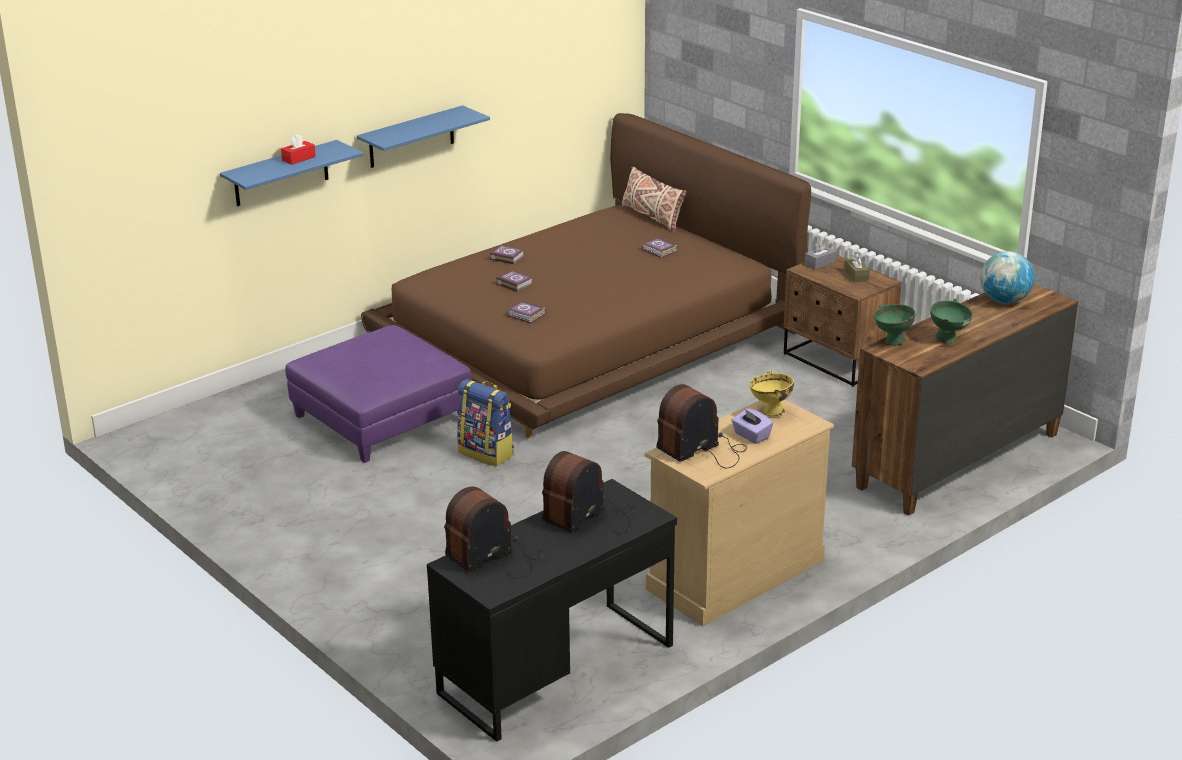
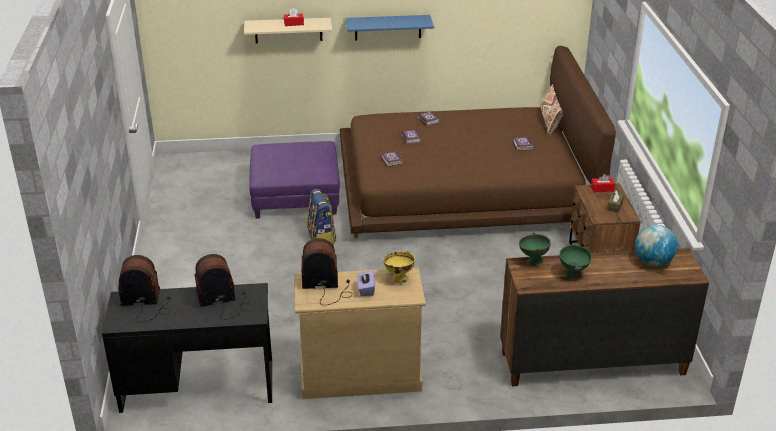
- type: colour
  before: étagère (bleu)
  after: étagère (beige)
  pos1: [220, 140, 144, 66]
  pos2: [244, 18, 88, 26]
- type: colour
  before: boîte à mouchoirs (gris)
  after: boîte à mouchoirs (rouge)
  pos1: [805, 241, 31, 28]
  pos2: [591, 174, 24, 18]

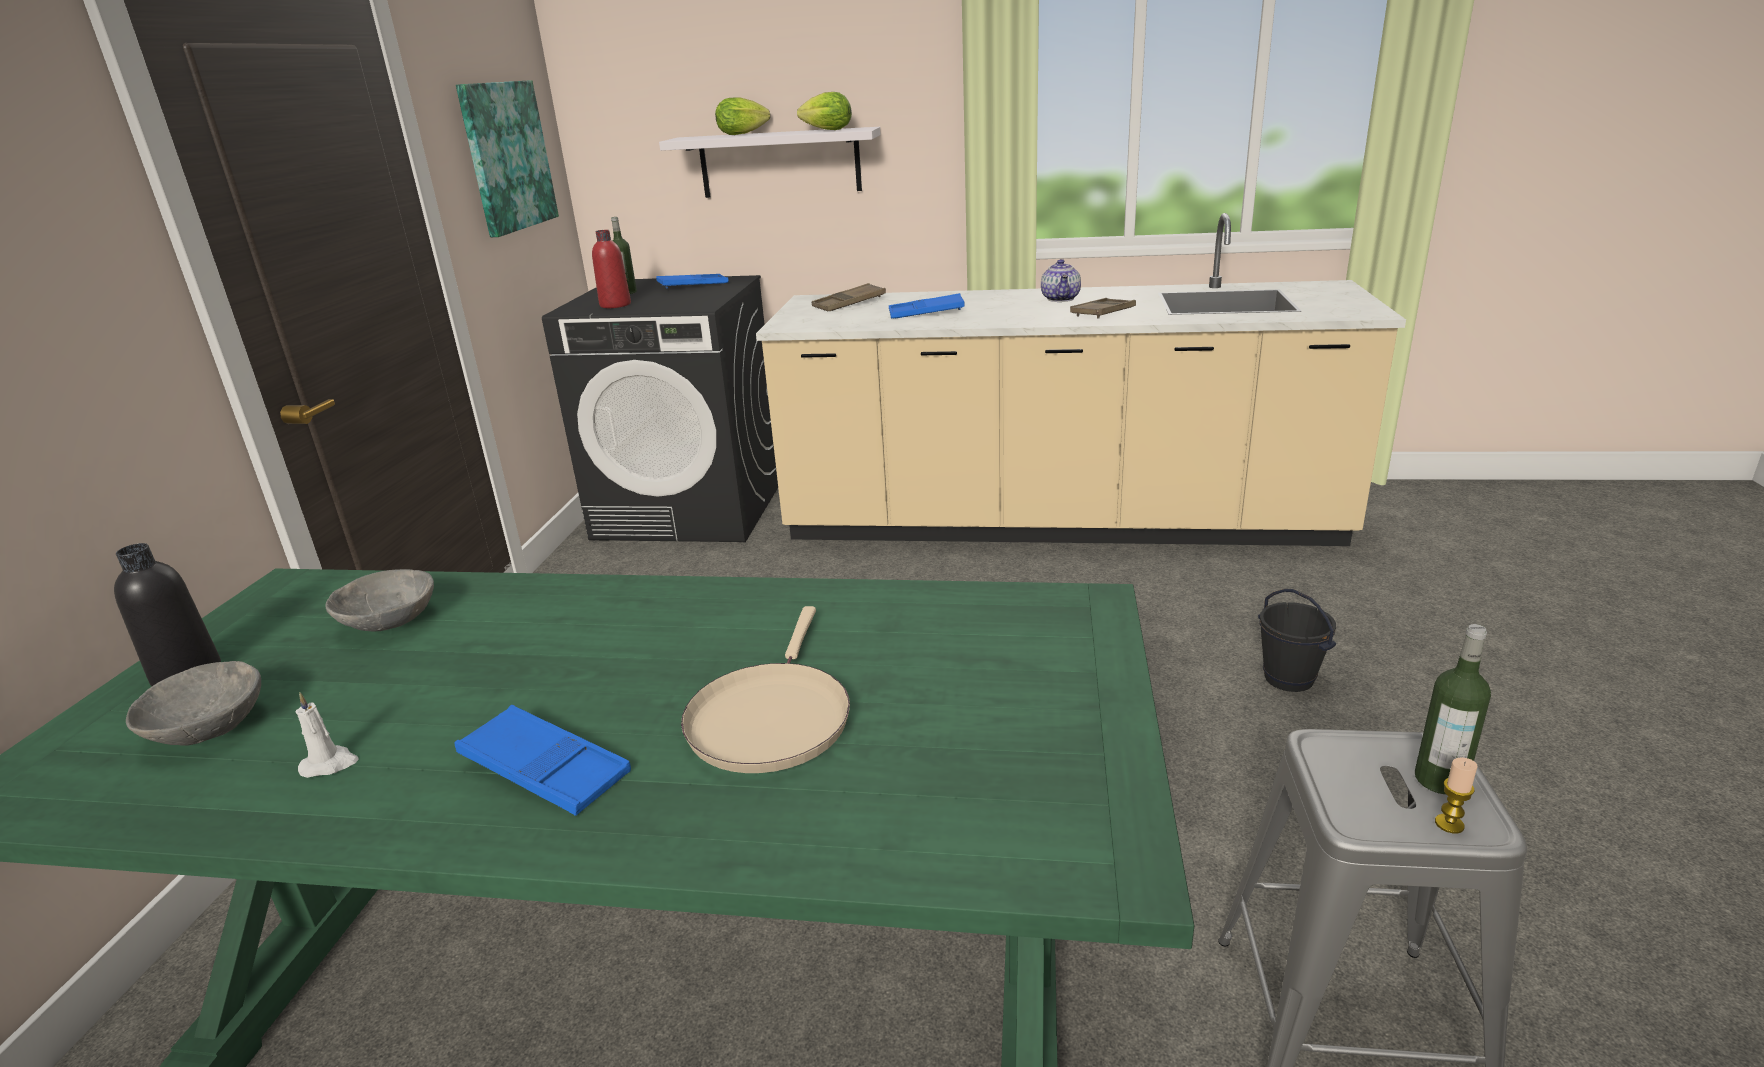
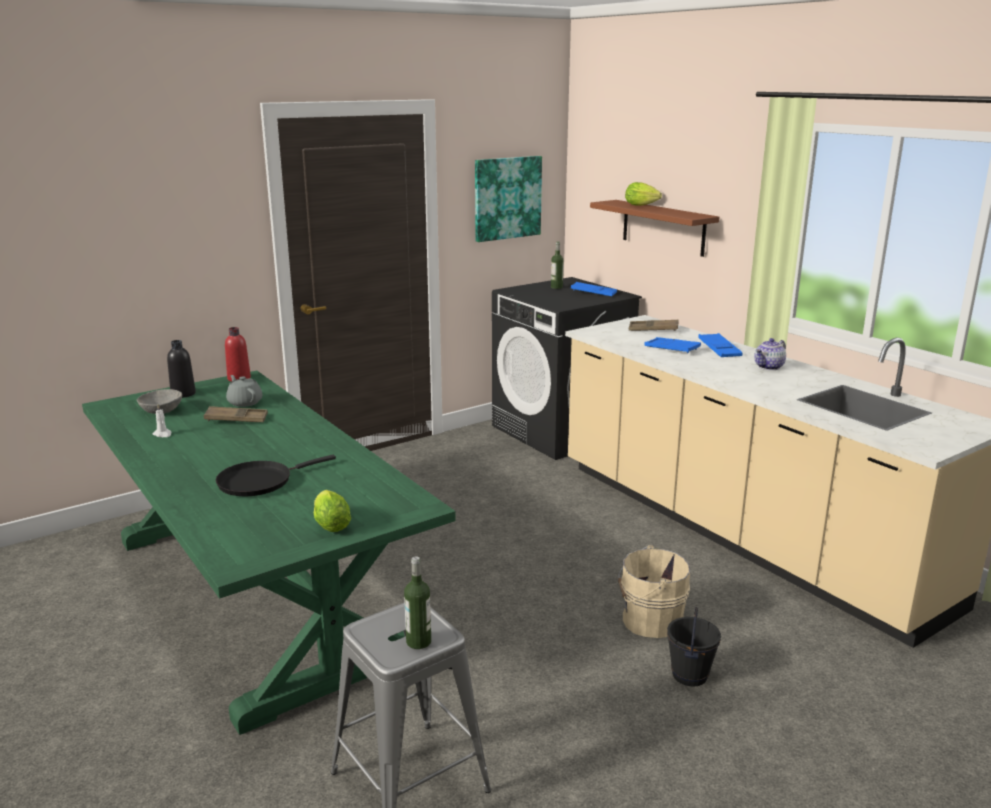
- type: relocated
  before: plateau (marron)
  pos1: [1070, 298, 66, 20]
  pos2: [204, 406, 64, 16]
- type: colour
  before: poêle (beige)
  after: poêle (noir)
  pos1: [681, 606, 169, 167]
  pos2: [216, 455, 120, 41]
- type: relocated
  before: bouteille (rouge)
  pos1: [592, 230, 39, 78]
  pos2: [225, 327, 26, 55]
- type: exchanged
  before: bol (gris)
  after: théière (gris)
  pos1: [325, 569, 109, 62]
  pos2: [226, 375, 36, 32]
- type: relocated
  before: laitue
  pos1: [797, 92, 55, 38]
  pos2: [314, 490, 37, 42]
- type: colour
  before: étagère (blanc)
  after: étagère (marron)
  pos1: [659, 127, 222, 71]
  pos2: [590, 200, 129, 57]
- type: appeared
  after: seau (beige)
  pos2: [618, 545, 72, 93]
- type: relocated
  before: plateau (bleu)
  pos1: [454, 705, 177, 111]
  pos2: [698, 333, 45, 24]
- type: missing
  before: bougie
  pos1: [1435, 758, 42, 75]

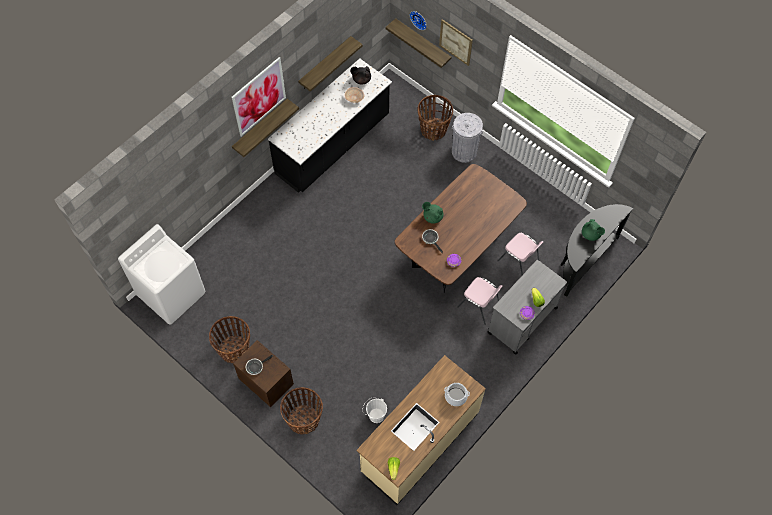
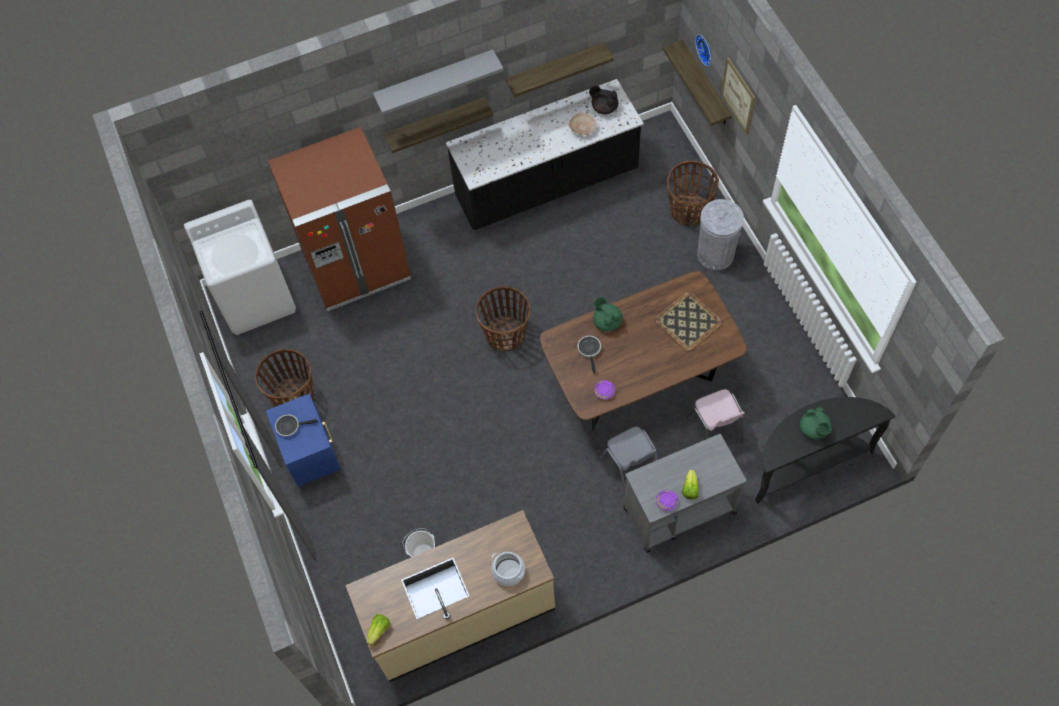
- type: colour
  before: table de chevet (marron)
  after: table de chevet (bleu)
  pos1: [233, 340, 61, 67]
  pos2: [266, 393, 75, 94]
- type: appeared
  after: réfrigérateur (marron)
  pos2: [268, 127, 143, 184]
- type: exchanged
  before: tableau
  after: étagère (gris)
  pos1: [231, 57, 55, 79]
  pos2: [373, 49, 131, 66]
- type: relocated
  before: panier
  pos1: [280, 387, 43, 48]
  pos2: [476, 286, 54, 65]
- type: colour
  before: chaise (rose)
  after: chaise (gris)
  pos1: [457, 277, 45, 48]
  pos2: [600, 427, 57, 65]
- type: appeared
  after: plateau
  pos2: [654, 291, 69, 61]

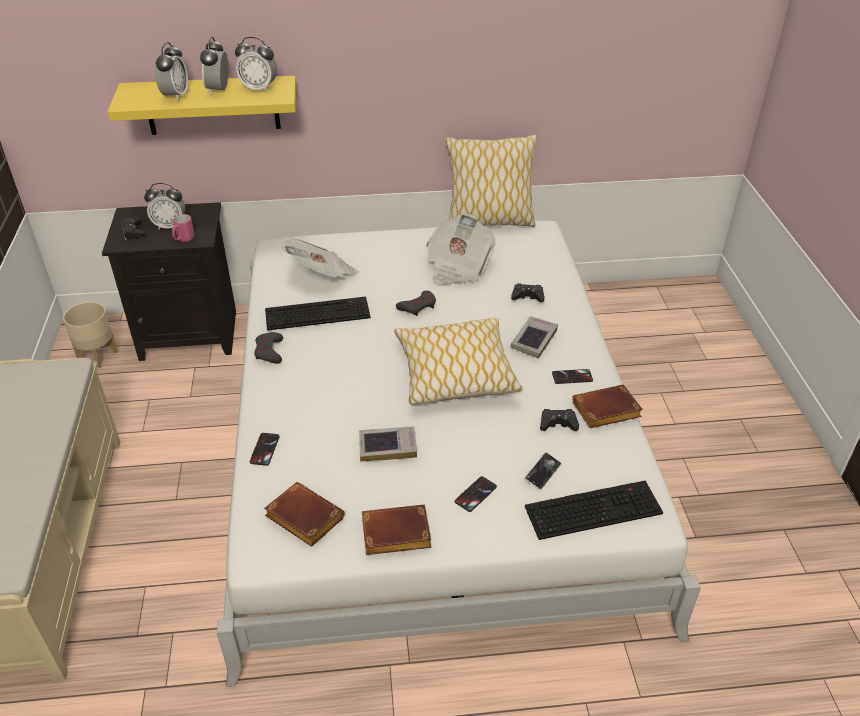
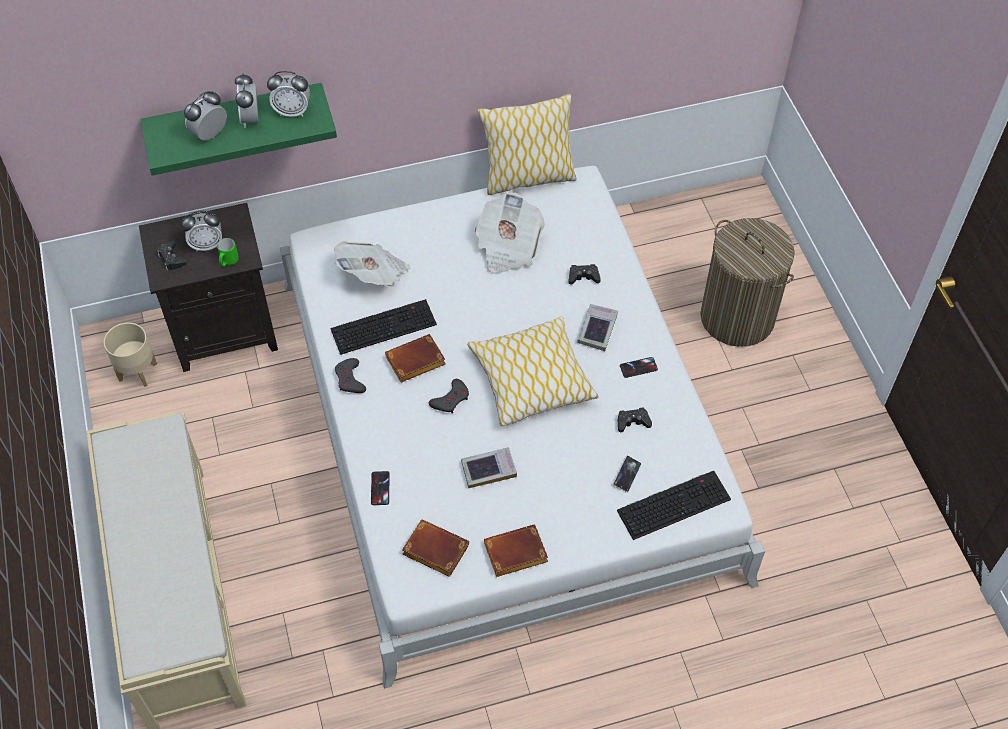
- type: colour
  before: étagère (jaune)
  after: étagère (vert)
  pos1: [107, 76, 189, 59]
  pos2: [140, 83, 197, 93]
- type: spun
  before: réveil
  pos1: [155, 42, 33, 59]
  pos2: [184, 91, 43, 49]
  turn: -135
- type: colour
  before: mug (rose)
  after: mug (vert)
  pos1: [172, 214, 23, 28]
  pos2: [217, 238, 22, 29]
- type: relocated
  before: livre (marron)
  pos1: [572, 385, 71, 43]
  pos2: [385, 334, 61, 49]
- type: relocated
  before: manette (gris)
  pos1: [396, 290, 40, 26]
  pos2: [429, 379, 40, 34]
- type: appeared
  after: panier à linge
  pos2: [700, 218, 95, 129]
- type: missing
  before: téléphone
  pos1: [455, 476, 42, 36]

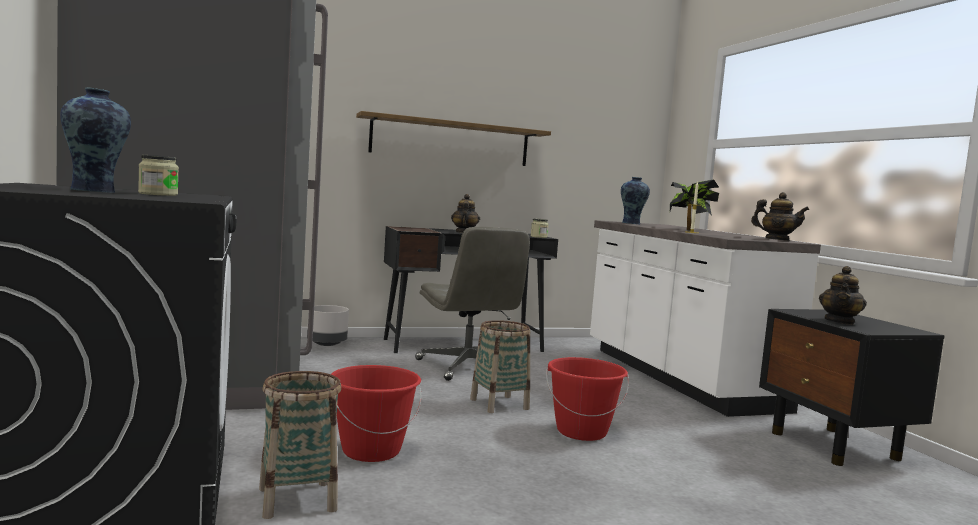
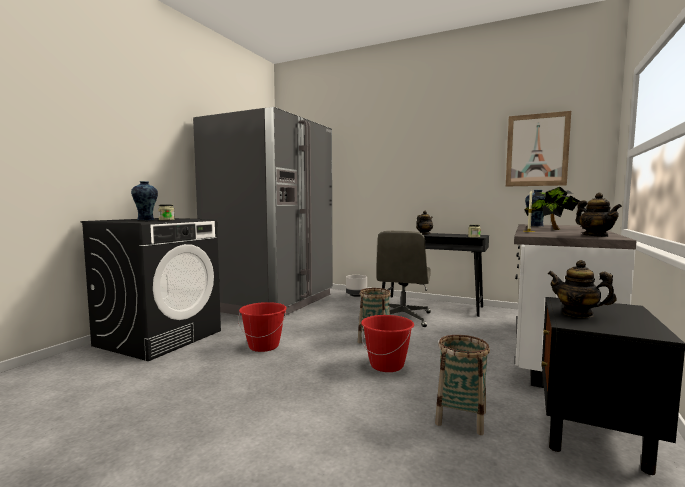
- type: relocated
  before: panier
  pos1: [259, 371, 82, 148]
  pos2: [435, 335, 55, 100]
- type: appeared
  after: tableau
  pos2: [506, 111, 65, 75]
- type: spun
  before: théière
  pos1: [819, 266, 48, 59]
  pos2: [548, 260, 68, 58]
  turn: 60
- type: missing
  before: étagère
  pos1: [356, 111, 195, 55]

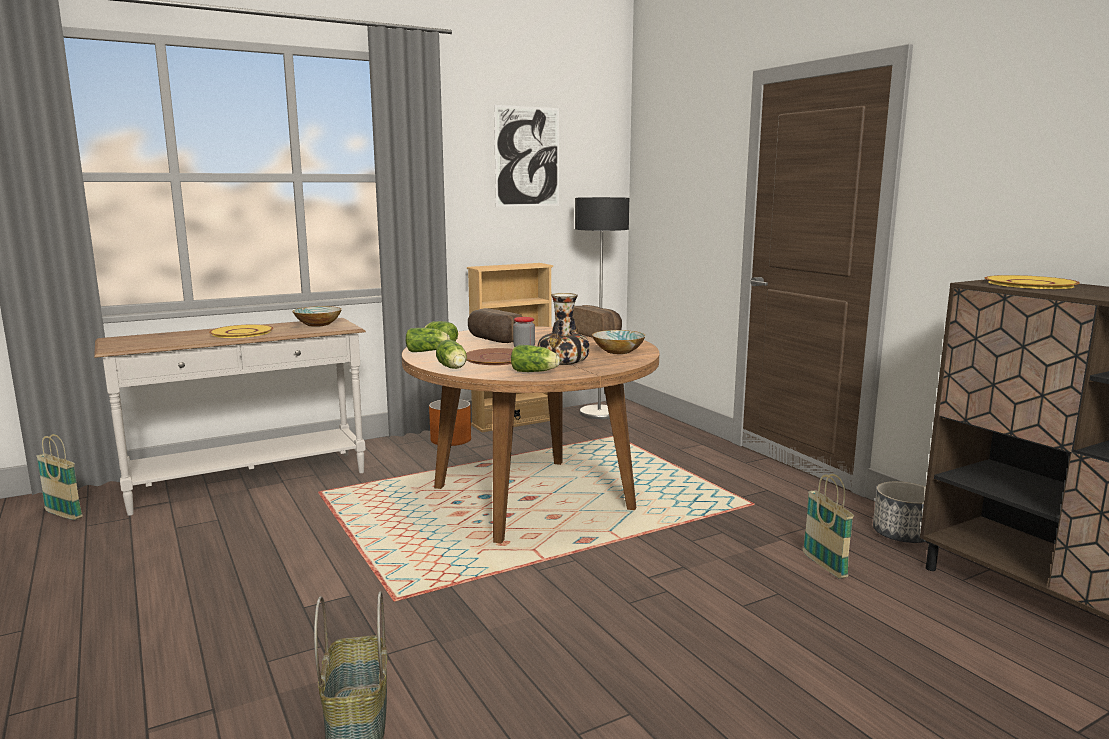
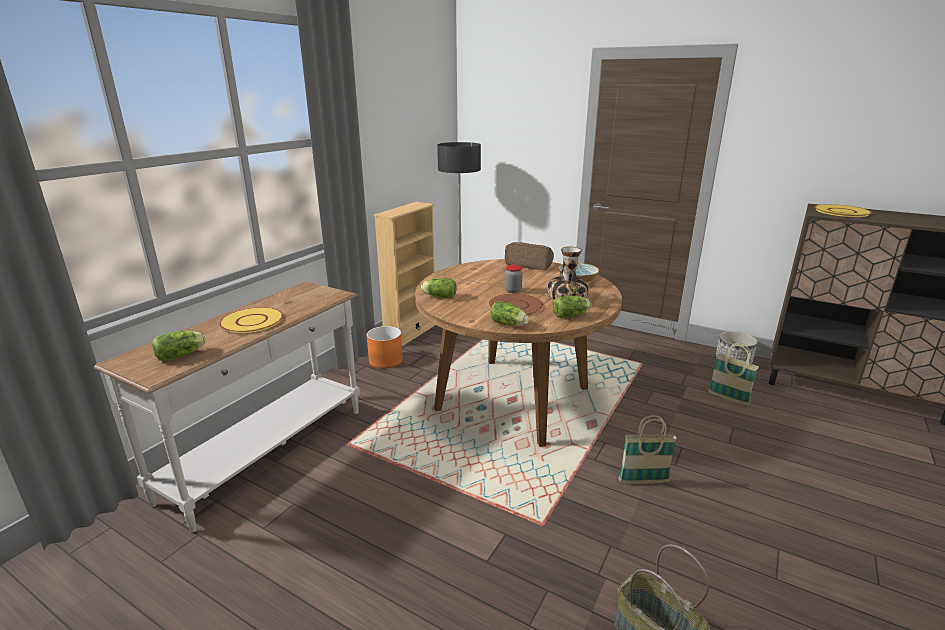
- type: relocated
  before: laitue
  pos1: [406, 328, 44, 24]
  pos2: [152, 331, 54, 30]
- type: relocated
  before: panier
  pos1: [36, 434, 46, 86]
  pos2: [618, 415, 59, 69]
- type: missing
  before: bol
  pos1: [292, 306, 50, 21]
- type: missing
  before: pain
  pos1: [468, 308, 54, 35]
- type: missing
  before: tableau
  pos1: [494, 105, 65, 102]

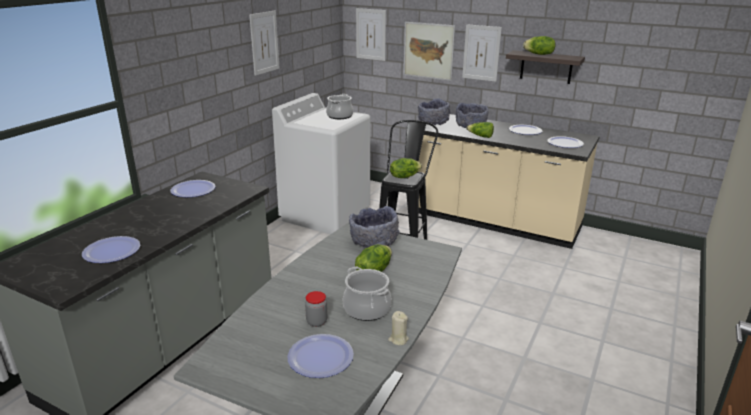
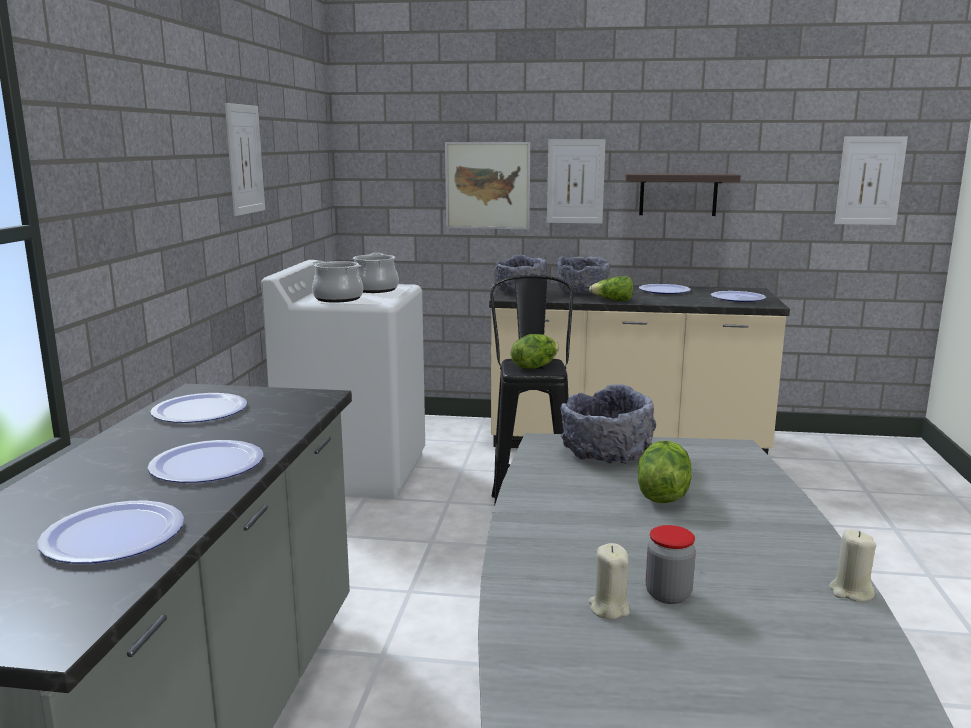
- type: relocated
  before: assiette
  pos1: [288, 334, 66, 44]
  pos2: [148, 440, 115, 43]
- type: relocated
  before: marmite
  pos1: [343, 267, 49, 54]
  pos2: [312, 261, 51, 42]
- type: appeared
  after: bougie (beige)
  pos2: [589, 543, 41, 76]
- type: relocated
  before: tableau
  pos1: [356, 8, 30, 53]
  pos2: [835, 136, 73, 89]
- type: missing
  before: laitue
  pos1: [523, 36, 32, 19]

